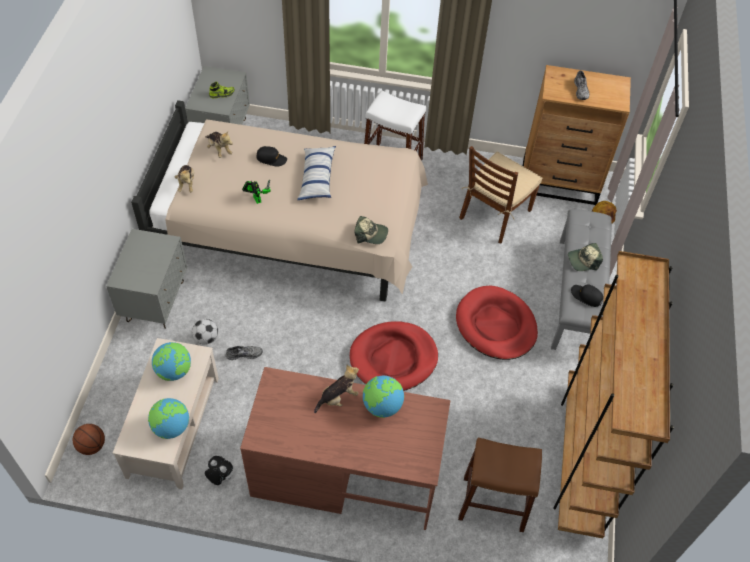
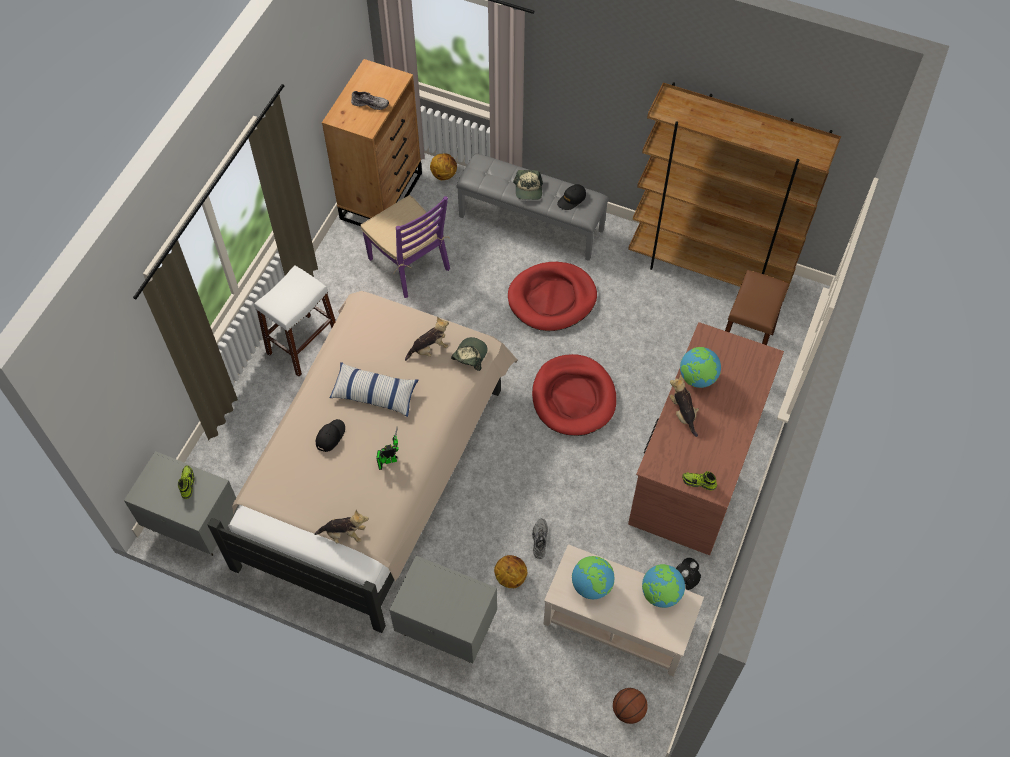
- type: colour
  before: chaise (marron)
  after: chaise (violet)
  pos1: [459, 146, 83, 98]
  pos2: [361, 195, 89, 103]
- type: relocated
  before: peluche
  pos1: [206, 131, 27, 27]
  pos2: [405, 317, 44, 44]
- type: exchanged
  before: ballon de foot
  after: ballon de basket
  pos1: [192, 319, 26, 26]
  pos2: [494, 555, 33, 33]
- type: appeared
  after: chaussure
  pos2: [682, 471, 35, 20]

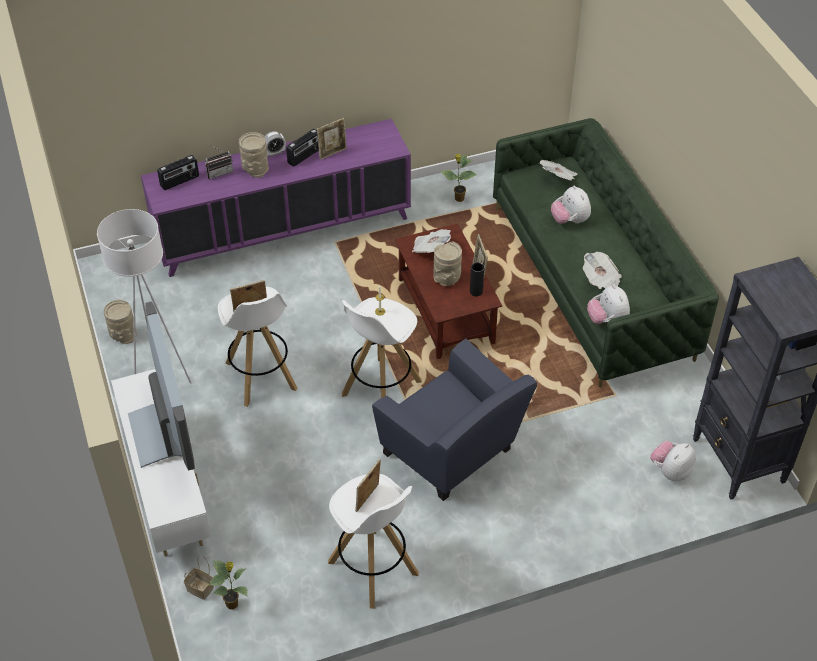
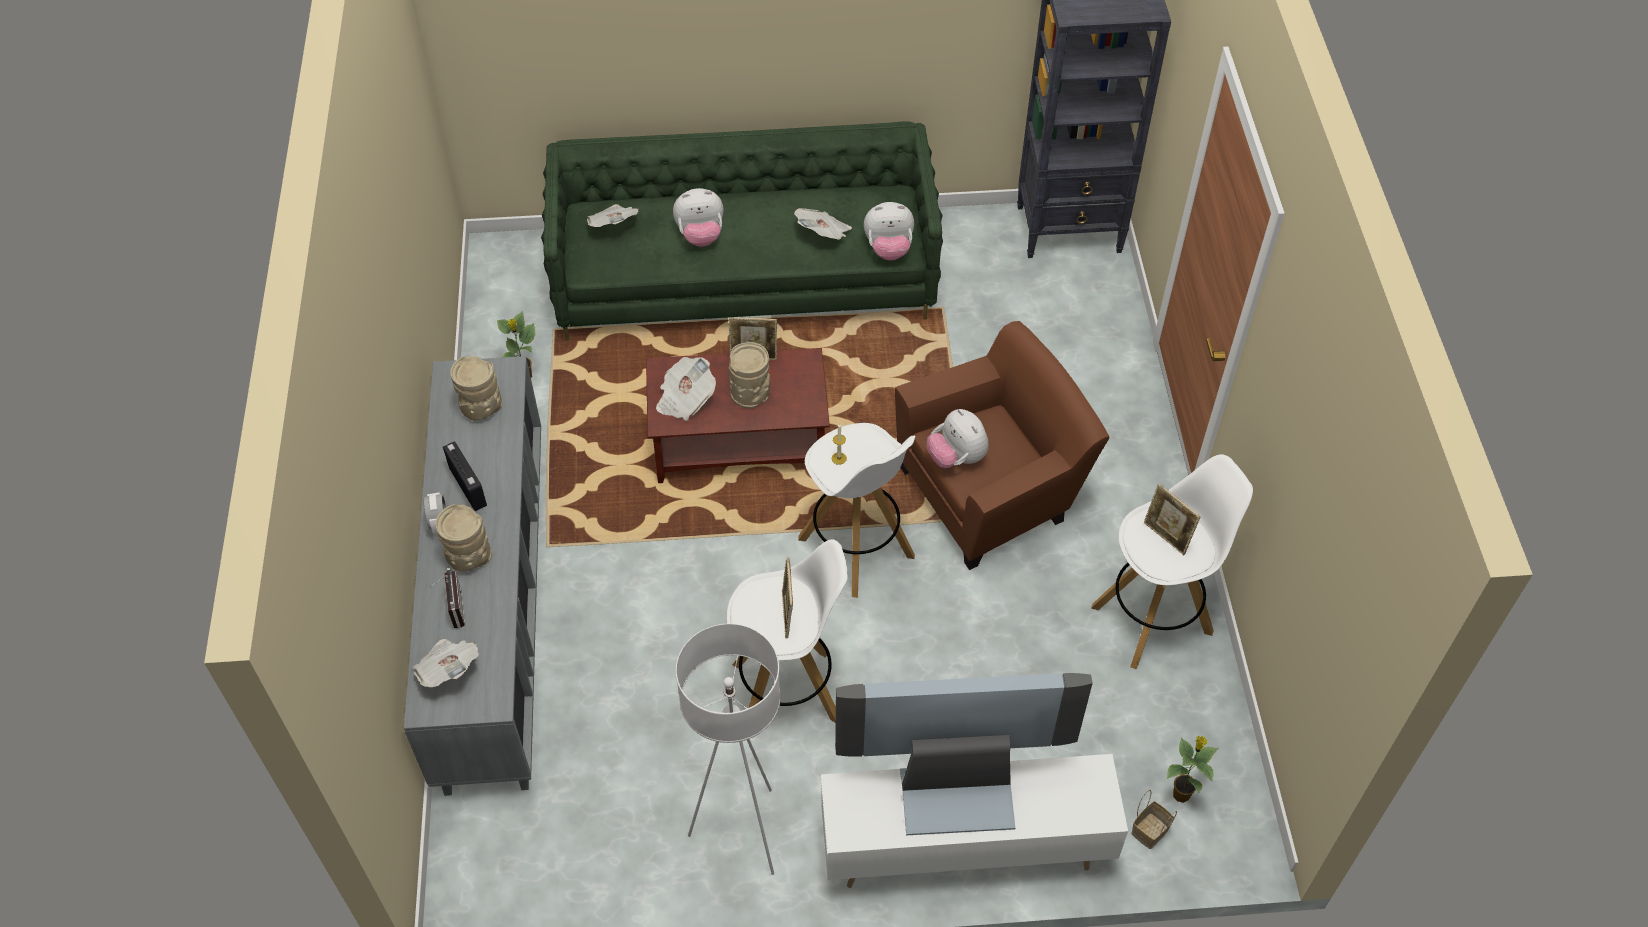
- type: colour
  before: meuble de rangement (violet)
  after: meuble de rangement (gris)
  pos1: [141, 119, 270, 158]
  pos2: [404, 356, 137, 440]
- type: exchanged
  before: radio
  after: journal
  pos1: [157, 155, 42, 35]
  pos2: [413, 639, 66, 48]
- type: relocated
  before: vase (beige)
  pos1: [104, 300, 33, 44]
  pos2: [450, 356, 53, 65]
- type: colour
  before: fauteuil (bleu)
  after: fauteuil (marron)
  pos1: [372, 338, 165, 163]
  pos2: [895, 321, 214, 249]
- type: relocated
  before: peluche
  pos1: [650, 441, 46, 40]
  pos2: [927, 409, 62, 59]
- type: missing
  before: cadre photo
  pos1: [317, 118, 30, 42]
- type: missing
  before: vase (noir)
  pos1: [470, 262, 14, 34]

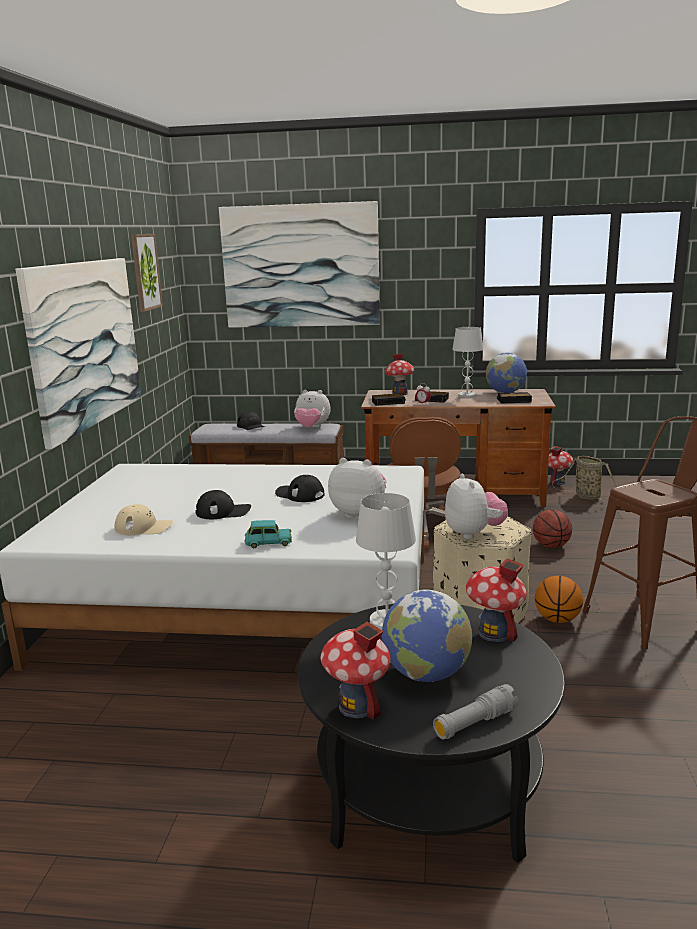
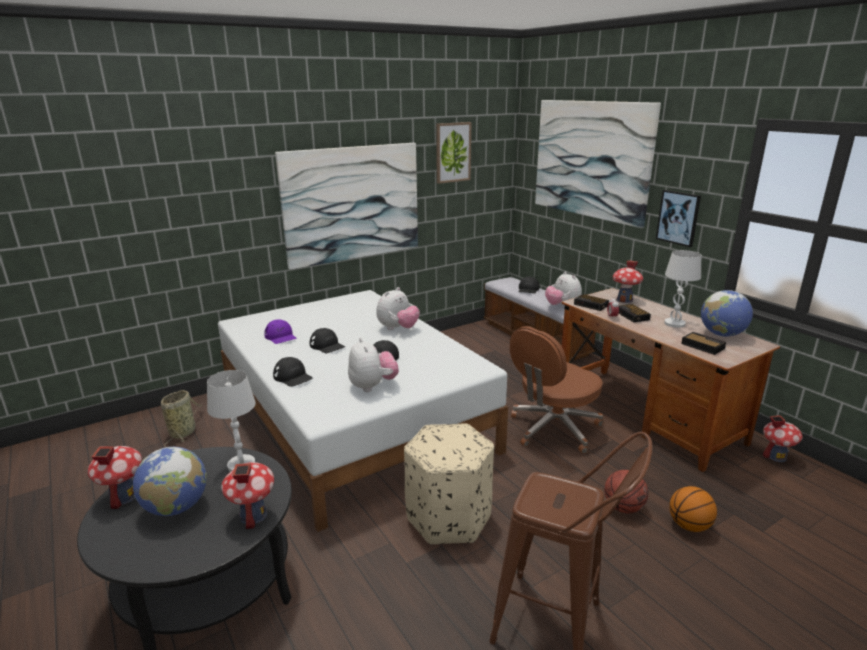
- type: relocated
  before: panier
  pos1: [552, 456, 65, 45]
  pos2: [161, 390, 41, 57]
- type: colour
  before: casquette (beige)
  after: casquette (violet)
  pos1: [115, 504, 58, 31]
  pos2: [264, 320, 33, 24]
- type: exchanged
  before: petite voiture (turquoise)
  after: casquette (noir)
  pos1: [245, 520, 47, 28]
  pos2: [273, 357, 40, 30]
- type: relocated
  before: peluche
  pos1: [445, 473, 63, 66]
  pos2: [376, 287, 44, 43]
- type: appeared
  after: tableau
  pos2: [656, 190, 45, 57]
- type: relocated
  before: ballon de basket
  pos1: [535, 576, 48, 47]
  pos2: [669, 486, 48, 46]
- type: missing
  before: lampe de poche (gris)
  pos1: [433, 684, 85, 56]

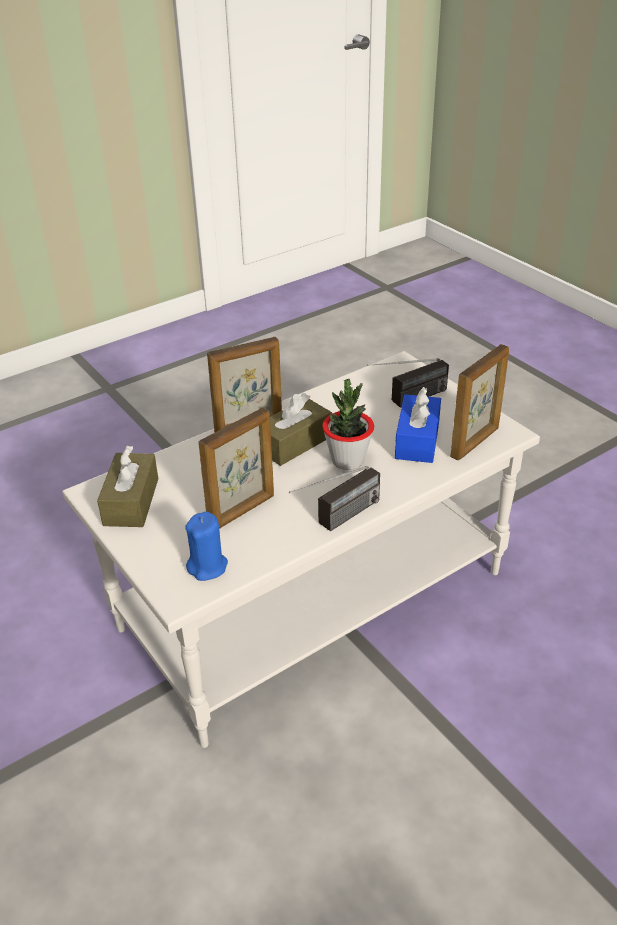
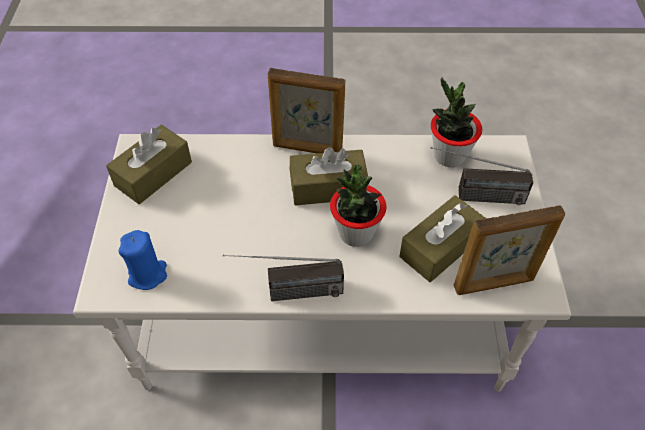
- type: colour
  before: boîte à mouchoirs (bleu)
  after: boîte à mouchoirs (marron)
  pos1: [395, 387, 46, 76]
  pos2: [400, 195, 86, 87]
- type: appeared
  after: plante en pot
  pos2: [431, 77, 51, 90]
- type: missing
  before: cadre photo
  pos1: [199, 408, 75, 121]

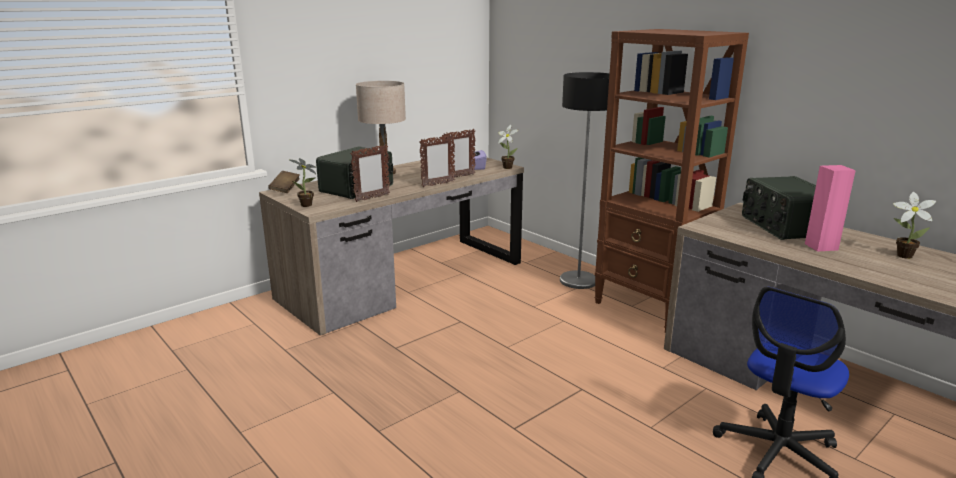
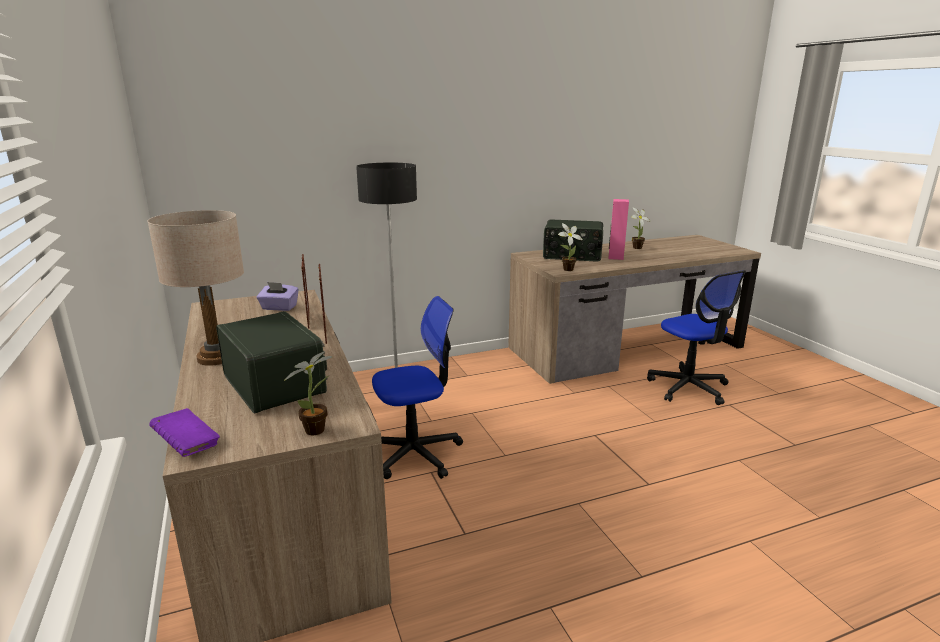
- type: colour
  before: livre (marron)
  after: livre (violet)
  pos1: [268, 171, 32, 22]
  pos2: [149, 408, 71, 49]
- type: appeared
  after: chaise de bureau
  pos2: [372, 296, 91, 183]
- type: relocated
  before: plante en pot
  pos1: [498, 125, 21, 44]
  pos2: [558, 223, 25, 48]
- type: missing
  before: cadre photo
  pos1: [350, 144, 40, 58]
- type: missing
  before: bibliothèque (marron)
  pos1: [594, 29, 155, 304]

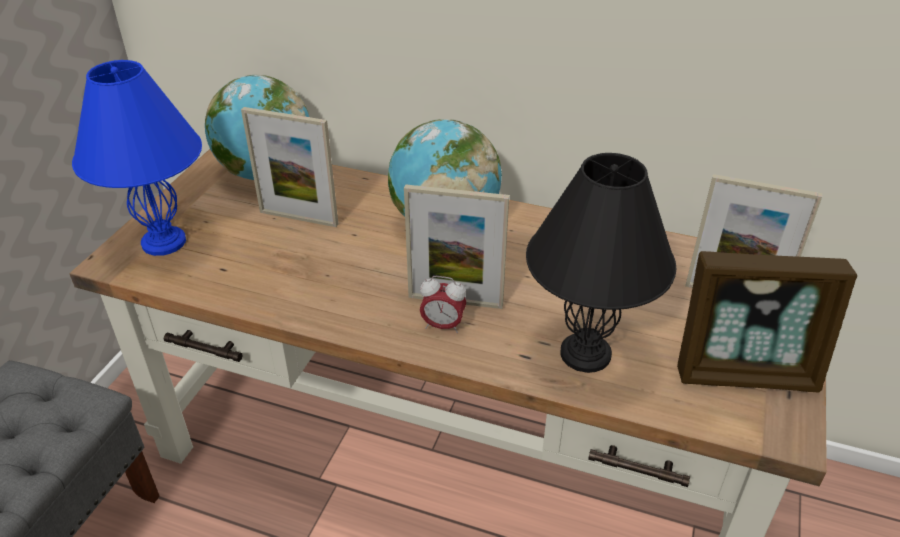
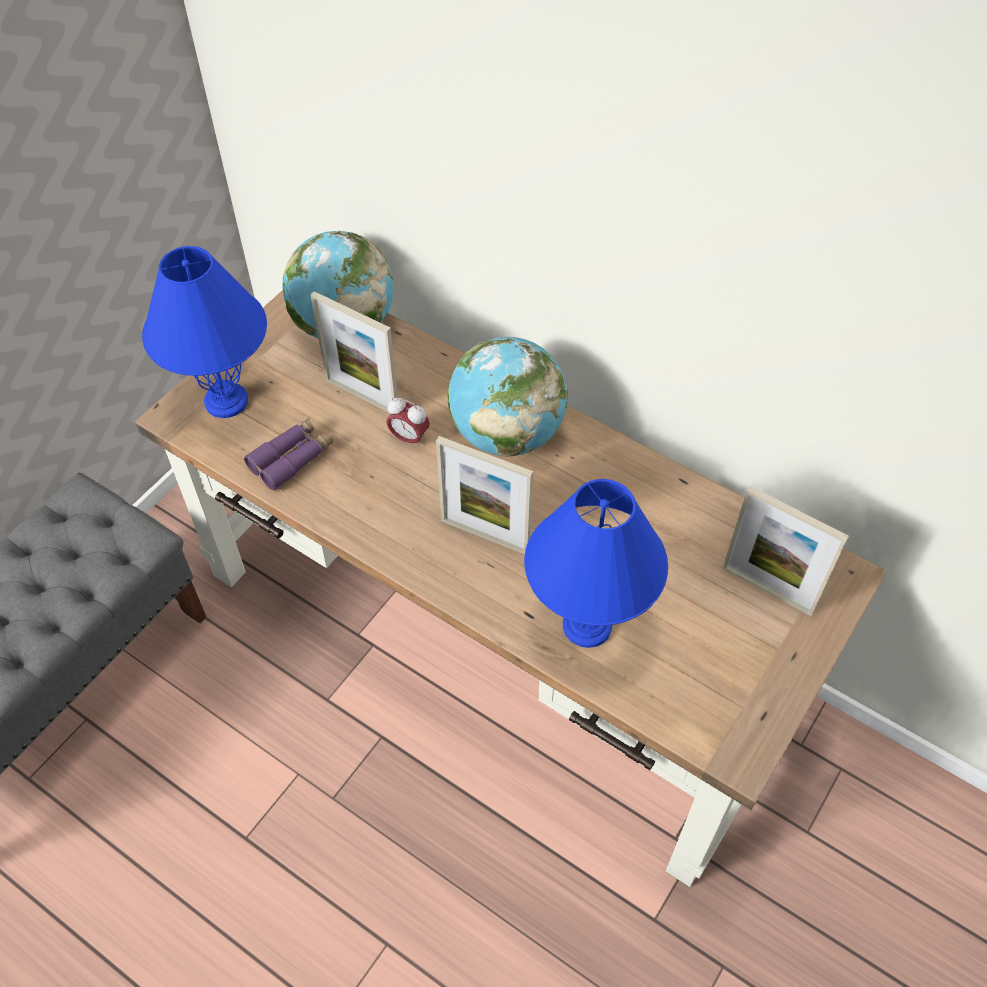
- type: appeared
  after: jumelles (violet)
  pos2: [244, 417, 89, 73]
- type: relocated
  before: réveil
  pos1: [420, 276, 46, 57]
  pos2: [386, 398, 44, 50]
- type: colour
  before: lampe de table (noir)
  after: lampe de table (bleu)
  pos1: [526, 153, 151, 220]
  pos2: [524, 479, 144, 169]
- type: missing
  before: cadre photo
  pos1: [677, 251, 180, 141]

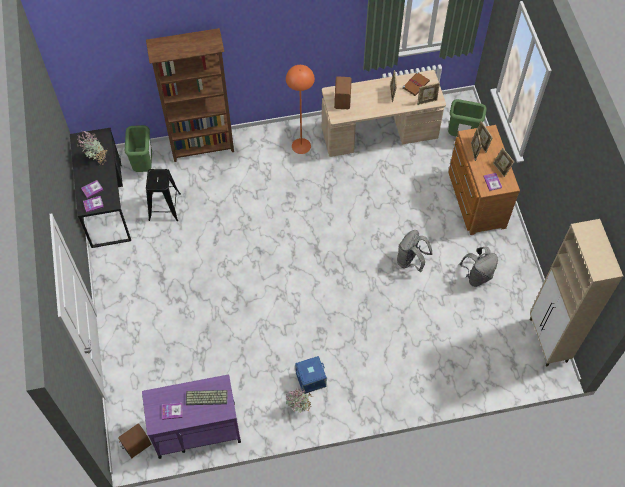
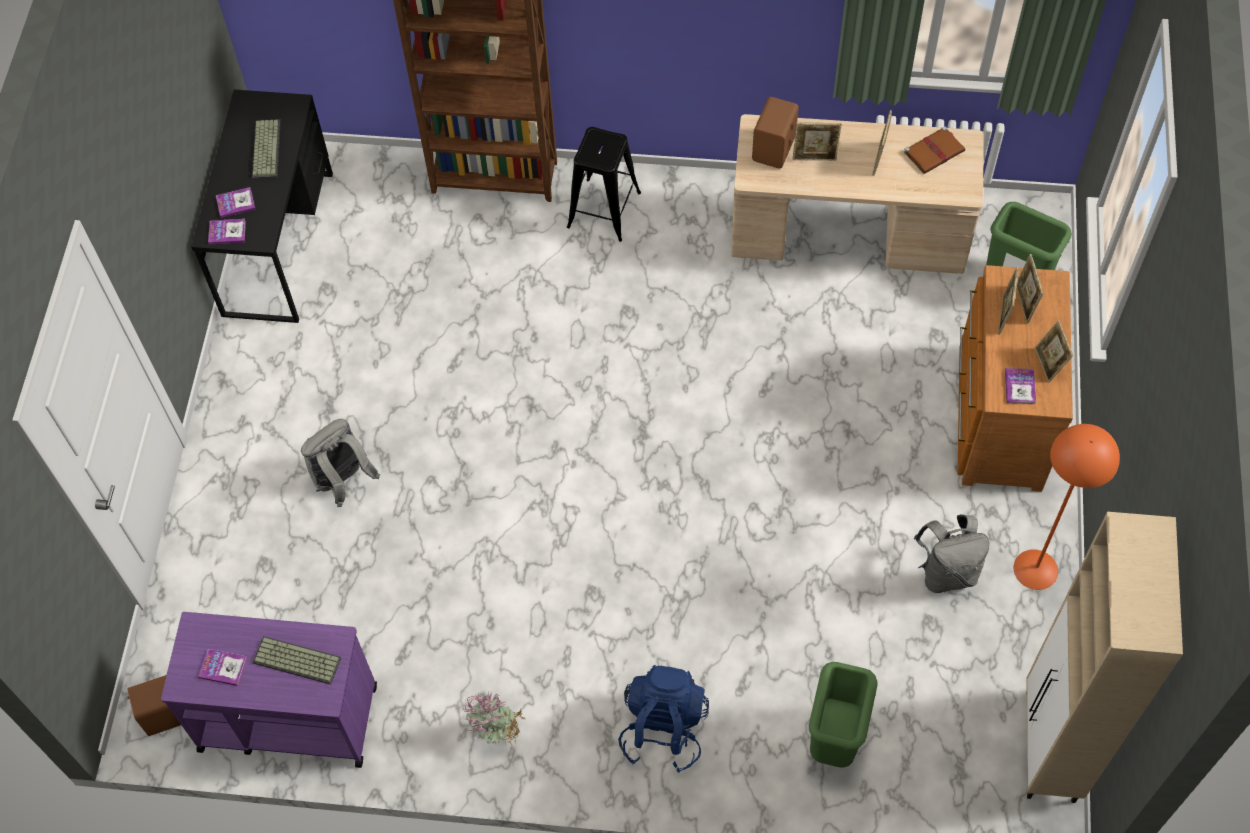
- type: exchanged
  before: plante en pot
  after: clavier
  pos1: [77, 131, 31, 34]
  pos2: [252, 120, 29, 59]
- type: relocated
  before: sac à dos (gris)
  pos1: [397, 230, 36, 42]
  pos2: [301, 419, 79, 88]
- type: relocated
  before: tabouret (noir)
  pos1: [146, 169, 35, 52]
  pos2: [567, 127, 74, 115]
- type: appeared
  after: sac à dos (bleu)
  pos2: [618, 665, 91, 108]
- type: relocated
  before: cadre photo
  pos1: [417, 83, 23, 22]
  pos2: [793, 122, 49, 38]
- type: relocated
  before: poubelle (vert)
  pos1: [125, 125, 27, 47]
  pos2: [809, 662, 68, 106]
- type: relocated
  before: lampadaire (orange)
  pos1: [286, 65, 29, 89]
  pos2: [1014, 424, 106, 166]
- type: missing
  before: boîte de rangement (bleu)
  pos1: [295, 356, 32, 38]

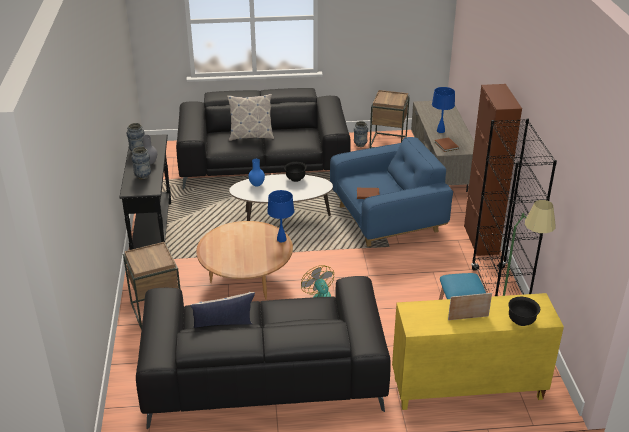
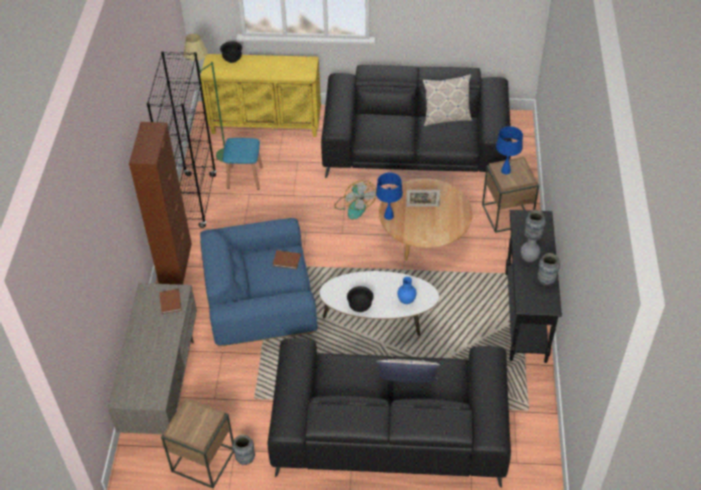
- type: relocated
  before: cadre photo
  pos1: [448, 293, 44, 27]
  pos2: [406, 190, 34, 17]
- type: relocated
  before: lampe de table (bleu)
  pos1: [432, 87, 23, 46]
  pos2: [496, 126, 27, 48]

